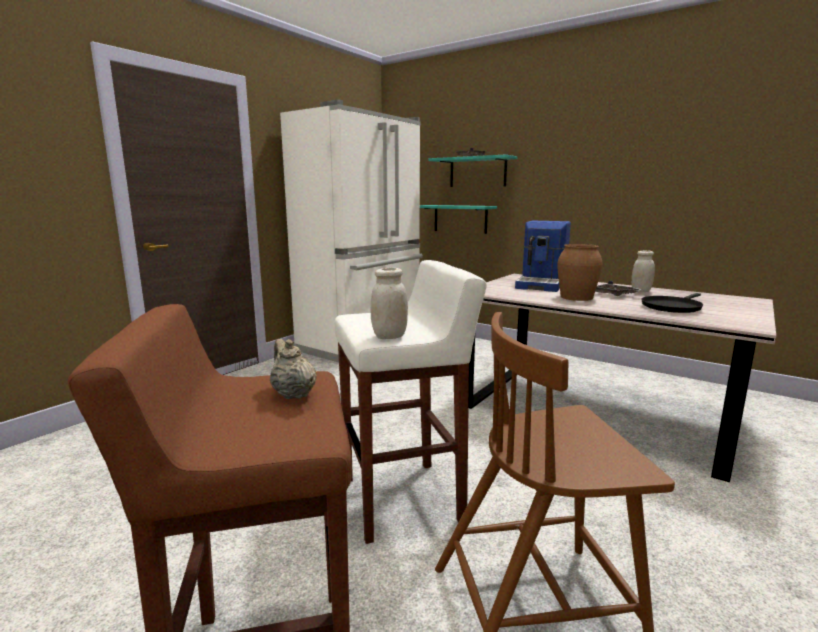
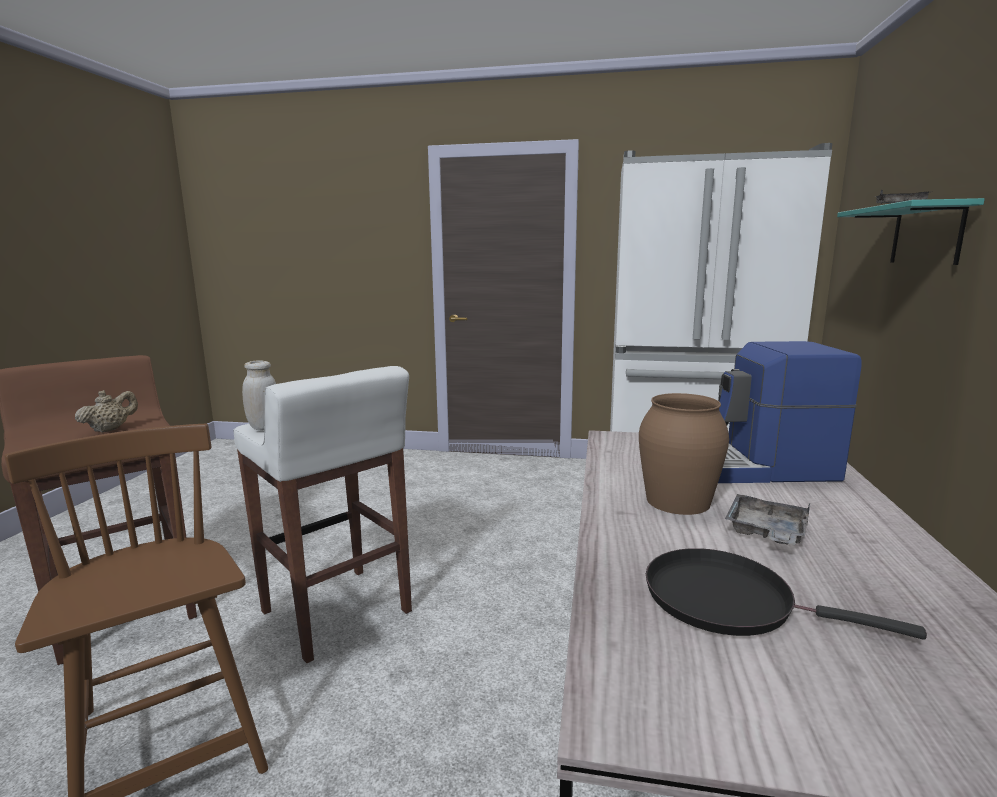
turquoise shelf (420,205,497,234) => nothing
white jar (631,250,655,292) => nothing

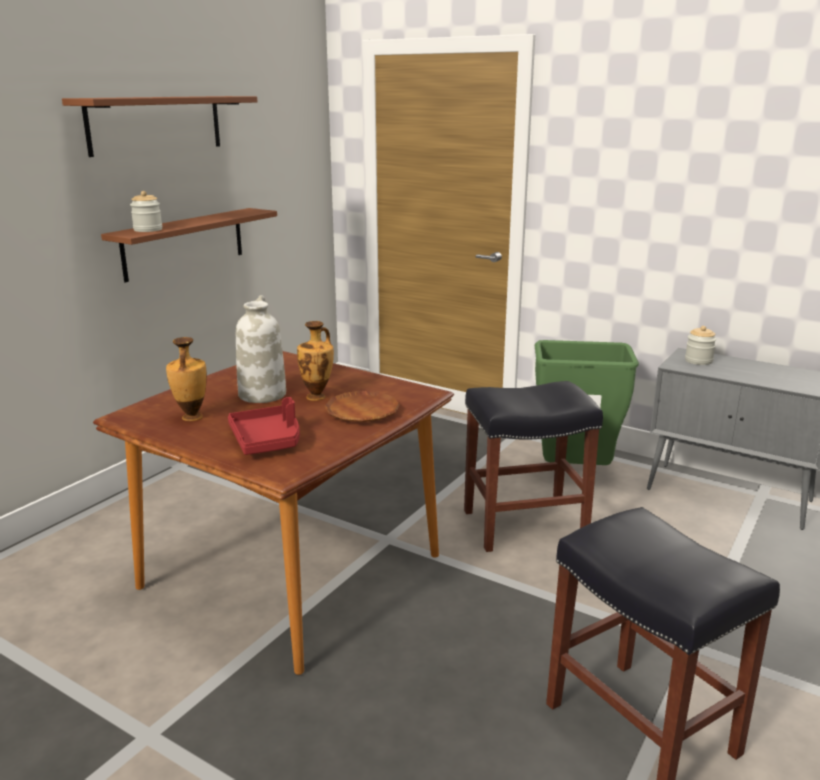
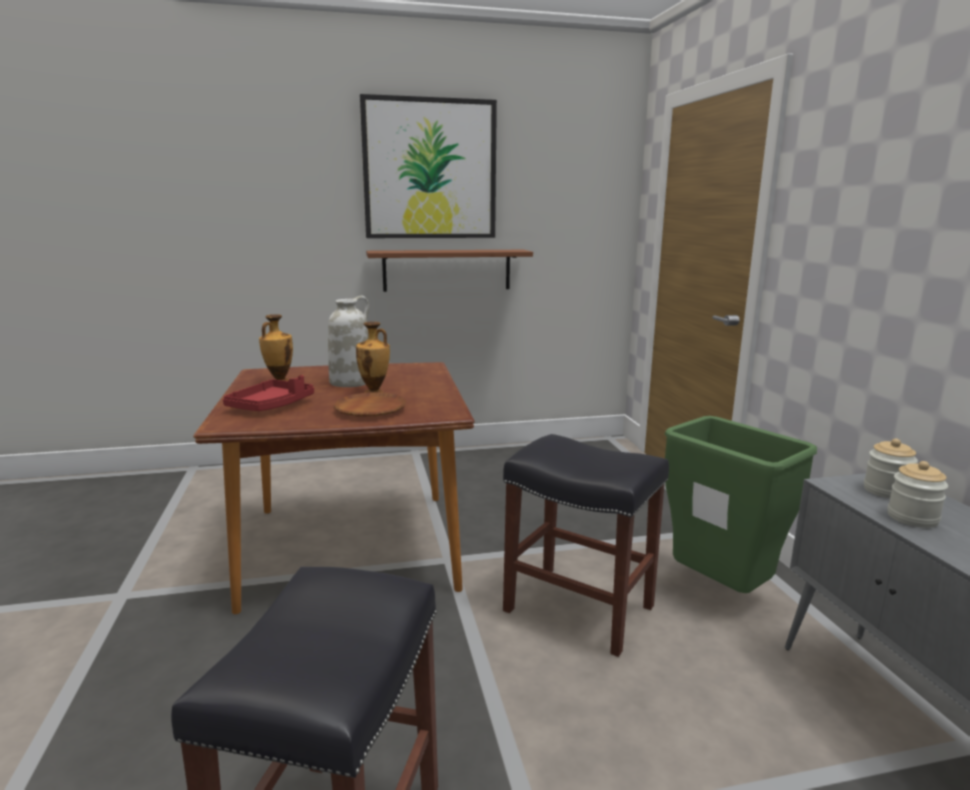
brown shelf (62,96,257,157) => picture (360,94,497,238)
jar (130,191,162,232) => jar (887,461,948,528), shifted

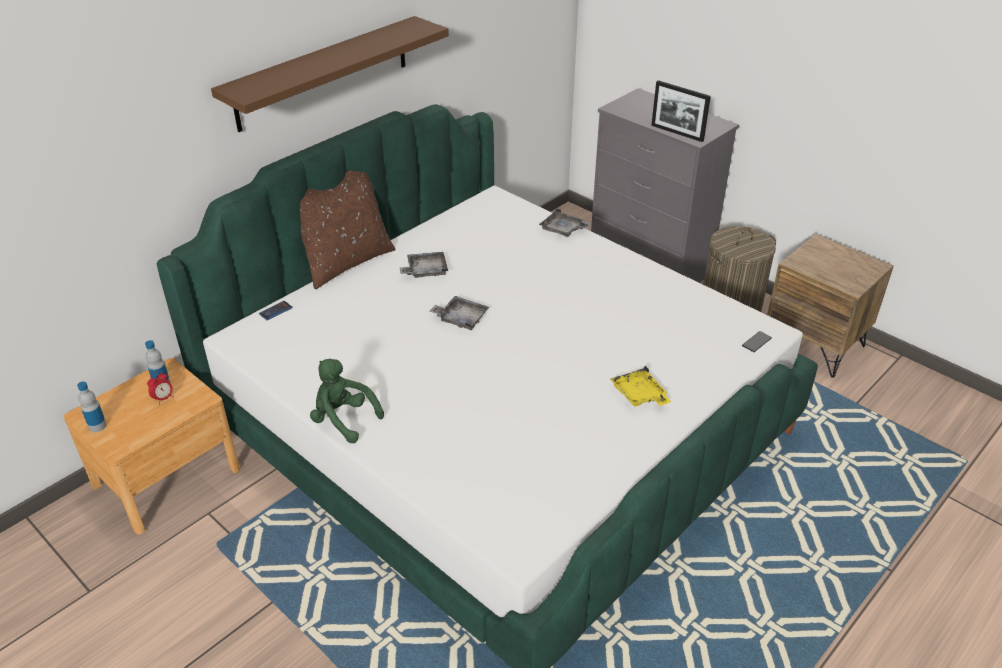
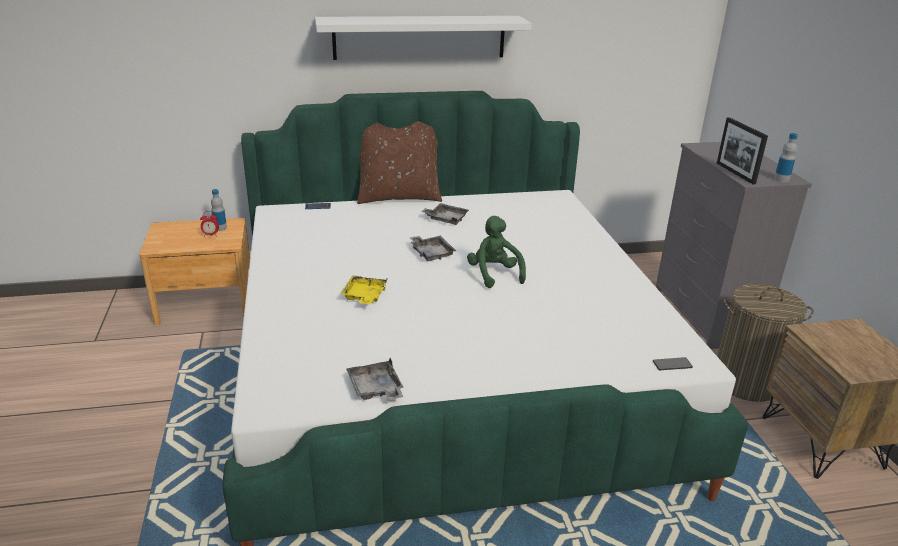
brown shelf (211,16,449,132) => white shelf (315,16,532,60)
yellow tray (610,365,671,407) => yellow tray (340,275,388,304), shifted
grey tray (539,208,592,237) => grey tray (346,358,404,400), shifted
green plush toy (310,359,384,443) => green plush toy (467,216,526,288), shifted
bottle (77,381,107,432) => bottle (774,133,798,183), shifted

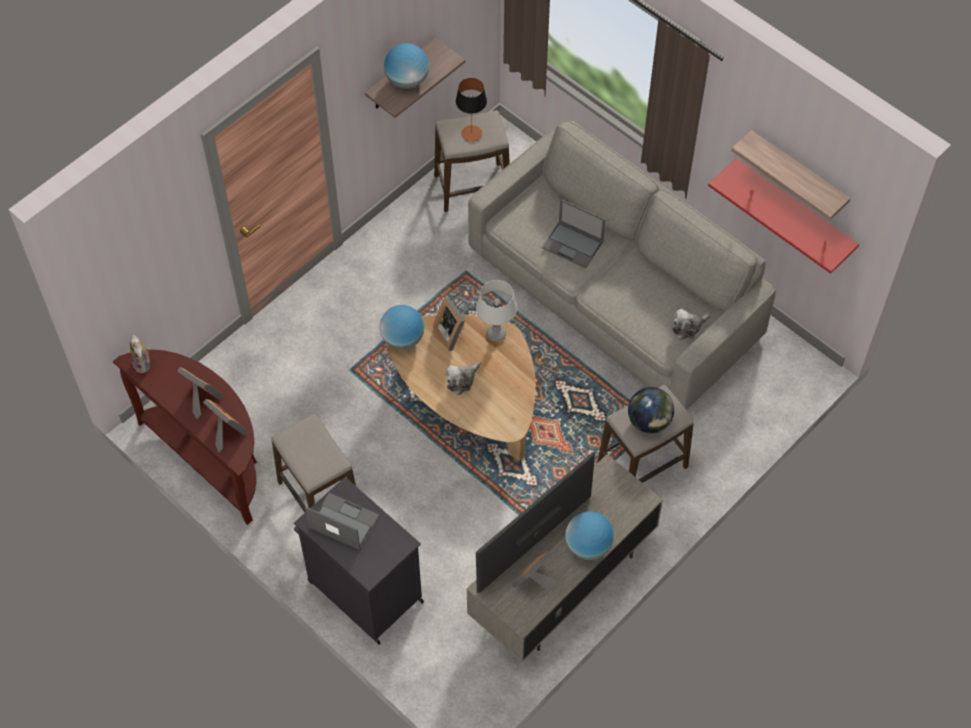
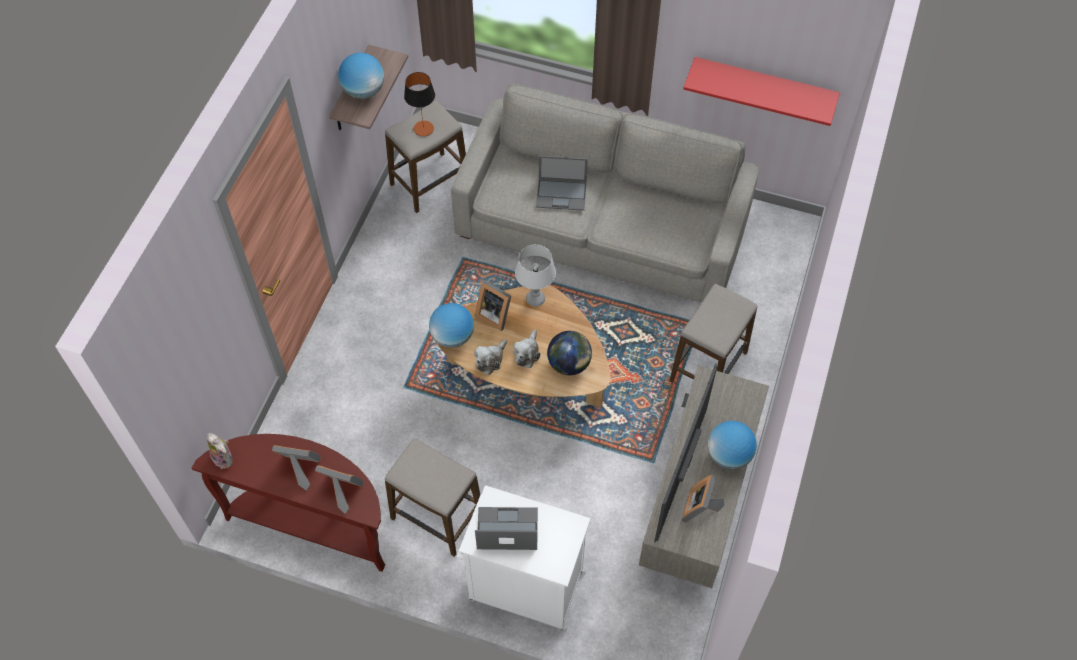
black cabinet (294,477,424,645) => white cabinet (457,485,591,631)
plush toy (672,309,711,340) => plush toy (474,339,507,375), shifted
globe (628,387,674,433) => globe (547,331,592,375), shifted
shelf (731,130,850,220) => nothing

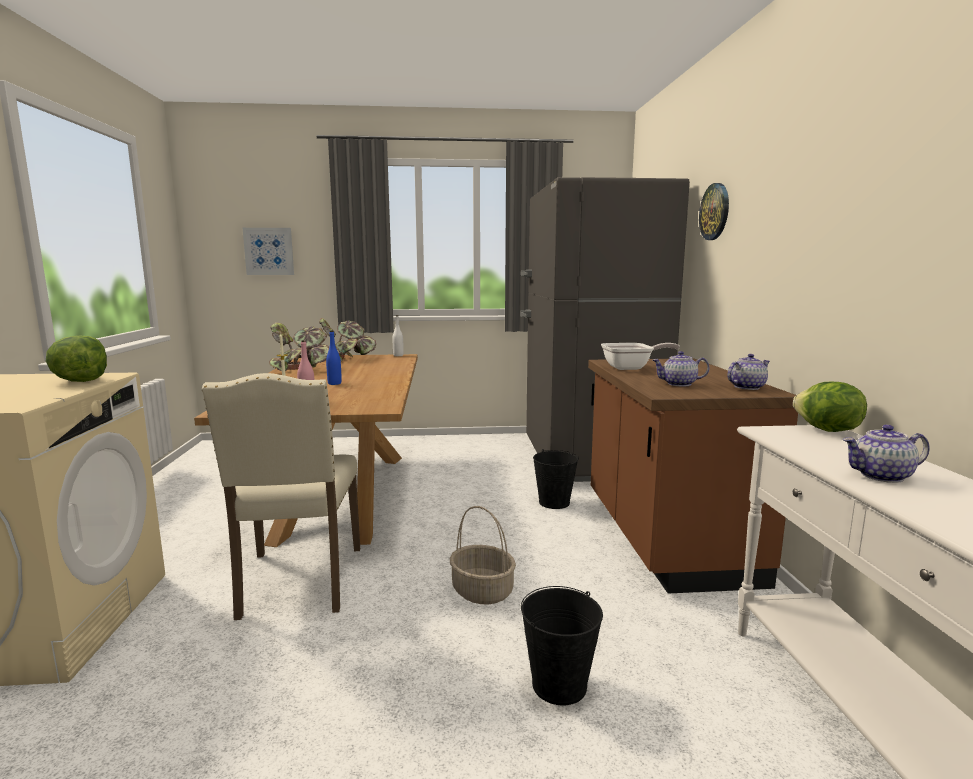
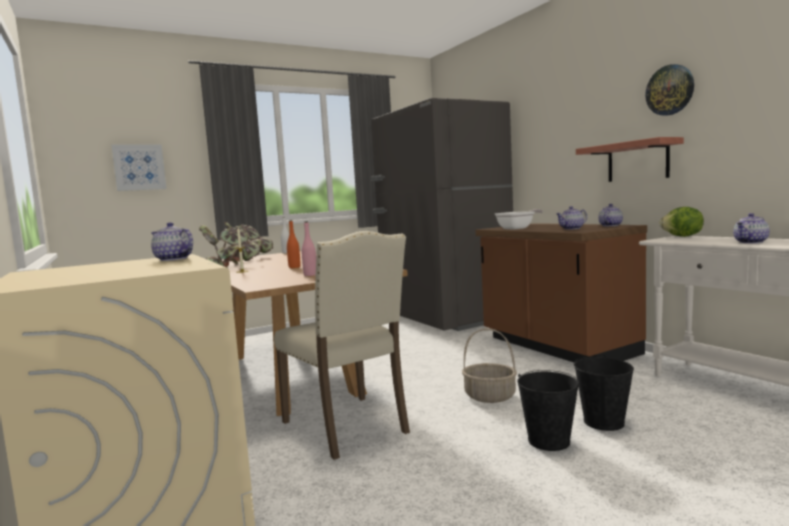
lettuce (46,335,107,382) => teapot (151,222,193,261)
blue bottle (326,331,342,385) => orange bottle (287,220,301,268)
black bucket (533,449,579,509) => black bucket (517,370,579,451), shifted
nothing => shelf (576,137,684,182)
wall clock (699,183,729,240) => wall clock (645,64,694,116), shifted

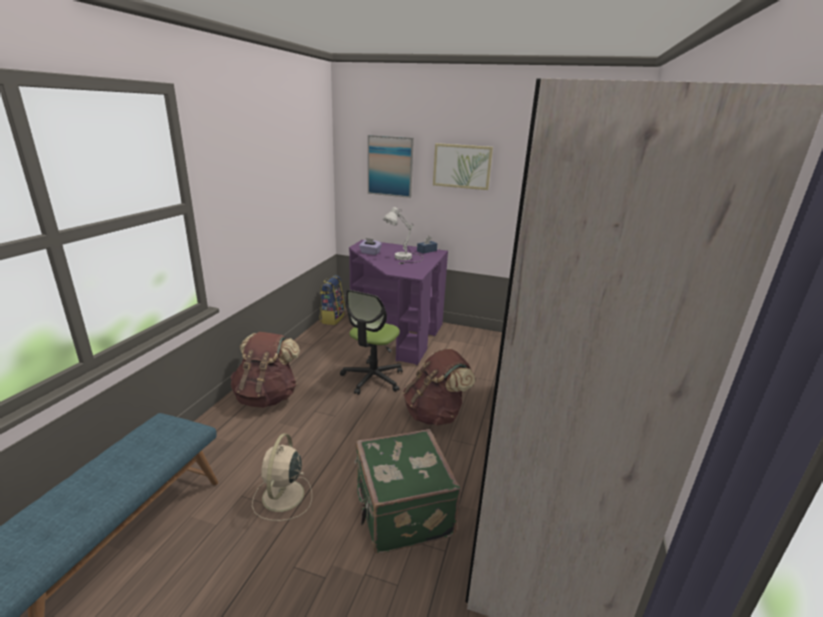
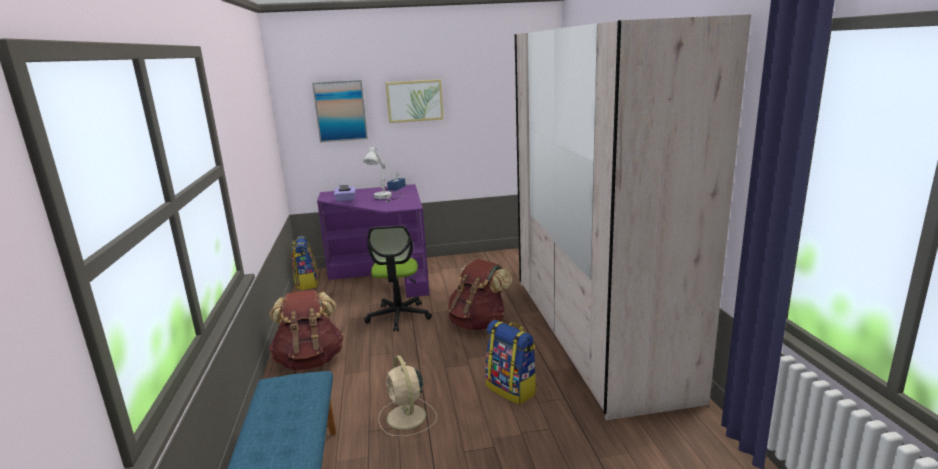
green suitcase (354,429,461,554) => backpack (485,320,537,405)

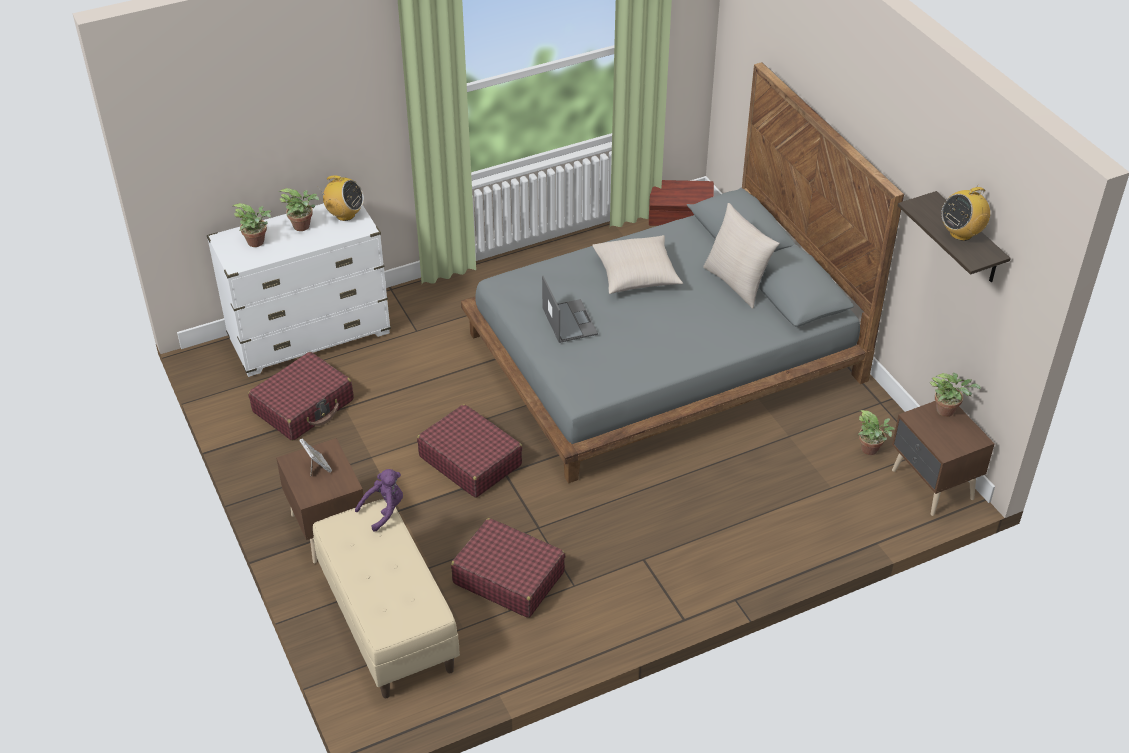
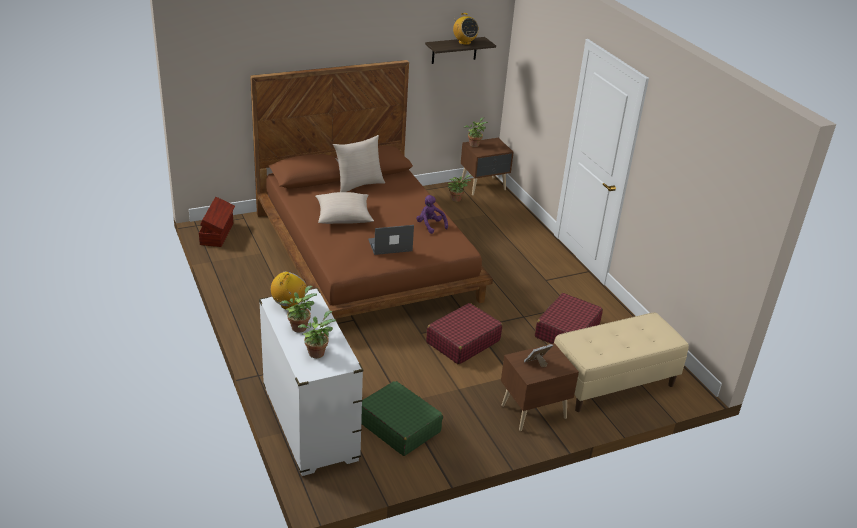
grey bed (461,62,904,483) => brown bed (250,60,493,319)
red suitcase (248,352,354,441) => green suitcase (361,381,443,456)
purple plush toy (355,469,403,531) => purple plush toy (416,195,448,234), shifted

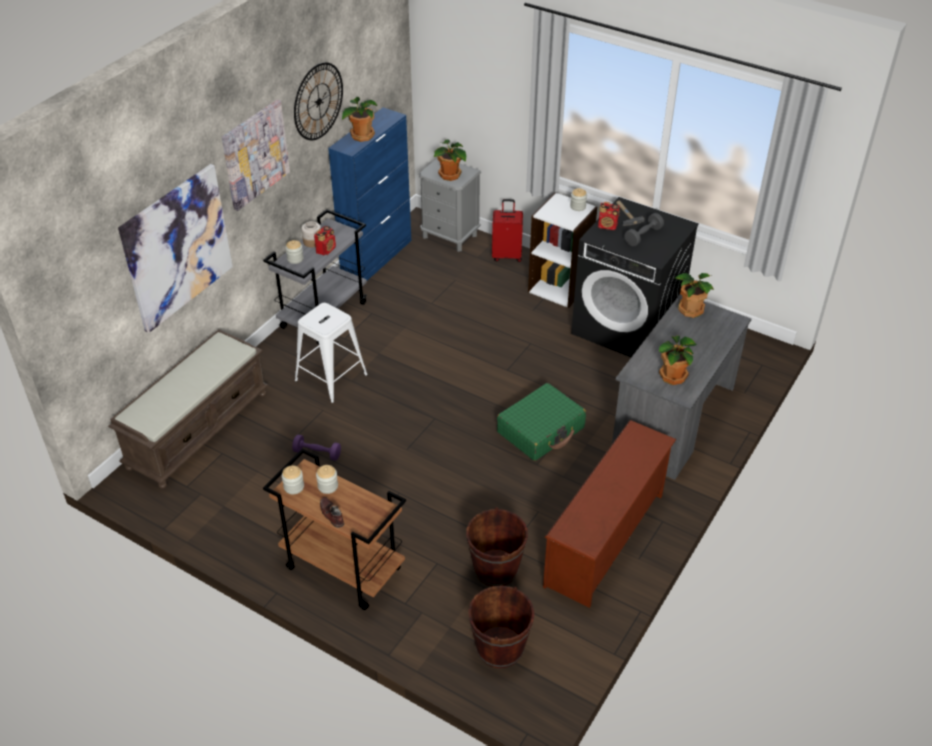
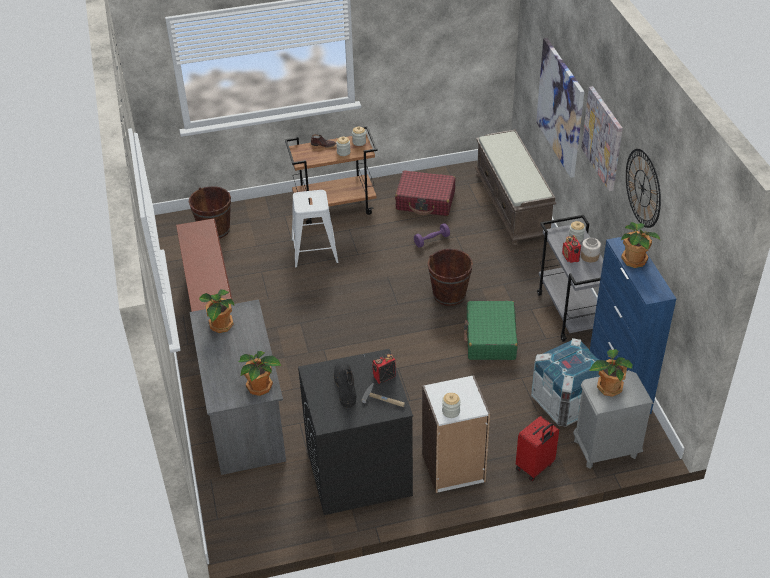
white stool (295,303,368,403) => white stool (292,190,339,268), shifted
grey dumbbell (624,213,664,246) => black boot (334,362,356,408)
nothing => red suitcase (395,170,455,216)
brown bucket (466,507,528,586) => brown bucket (428,249,473,306), shifted
green suitcase (497,383,586,461) => green suitcase (464,301,518,360), shifted
nothing => crate (531,338,600,427)

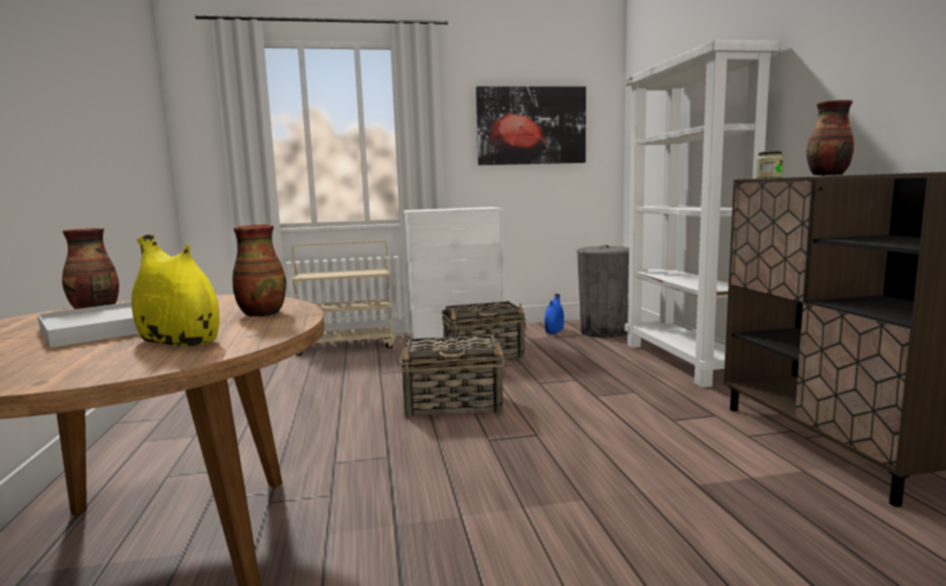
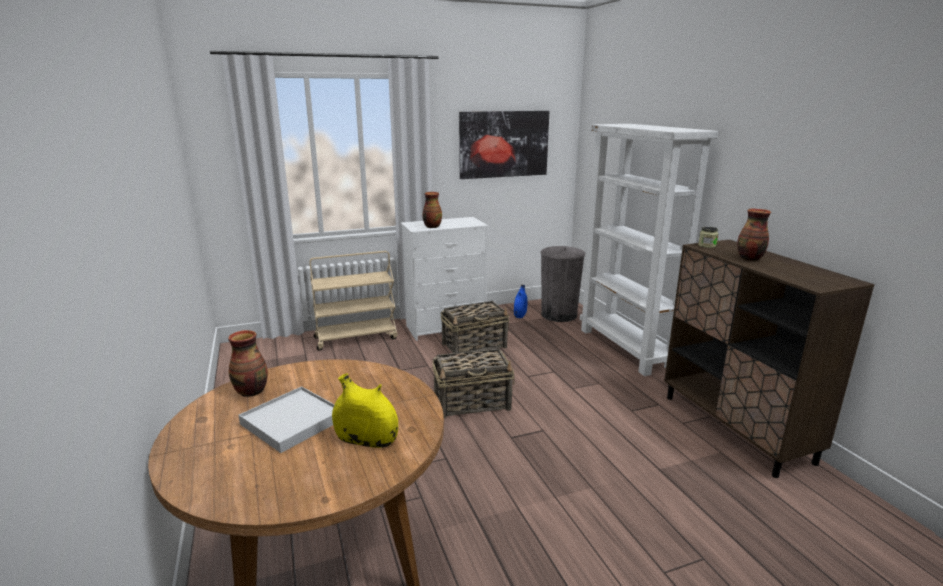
vase (233,224,286,317) => vase (423,192,442,228), shifted

